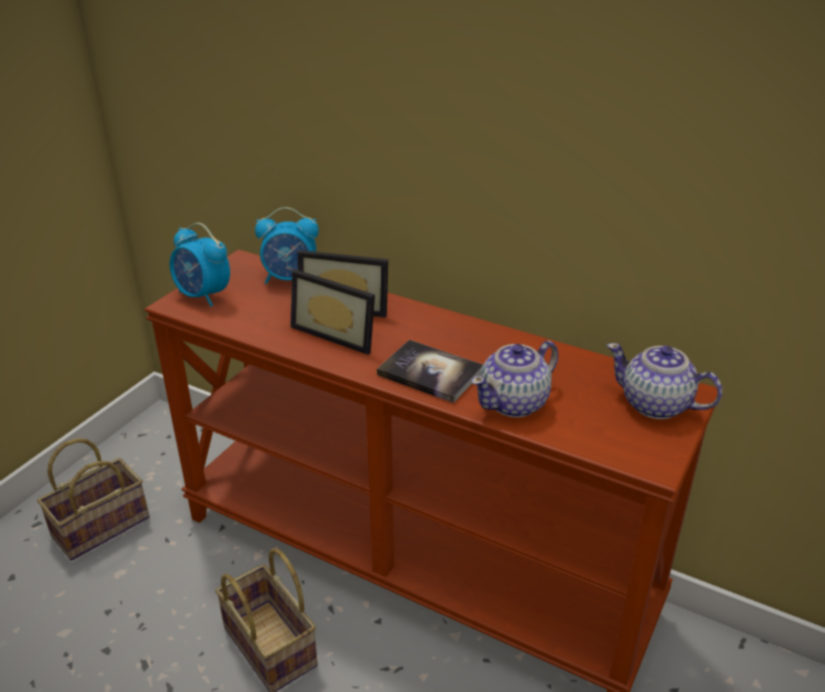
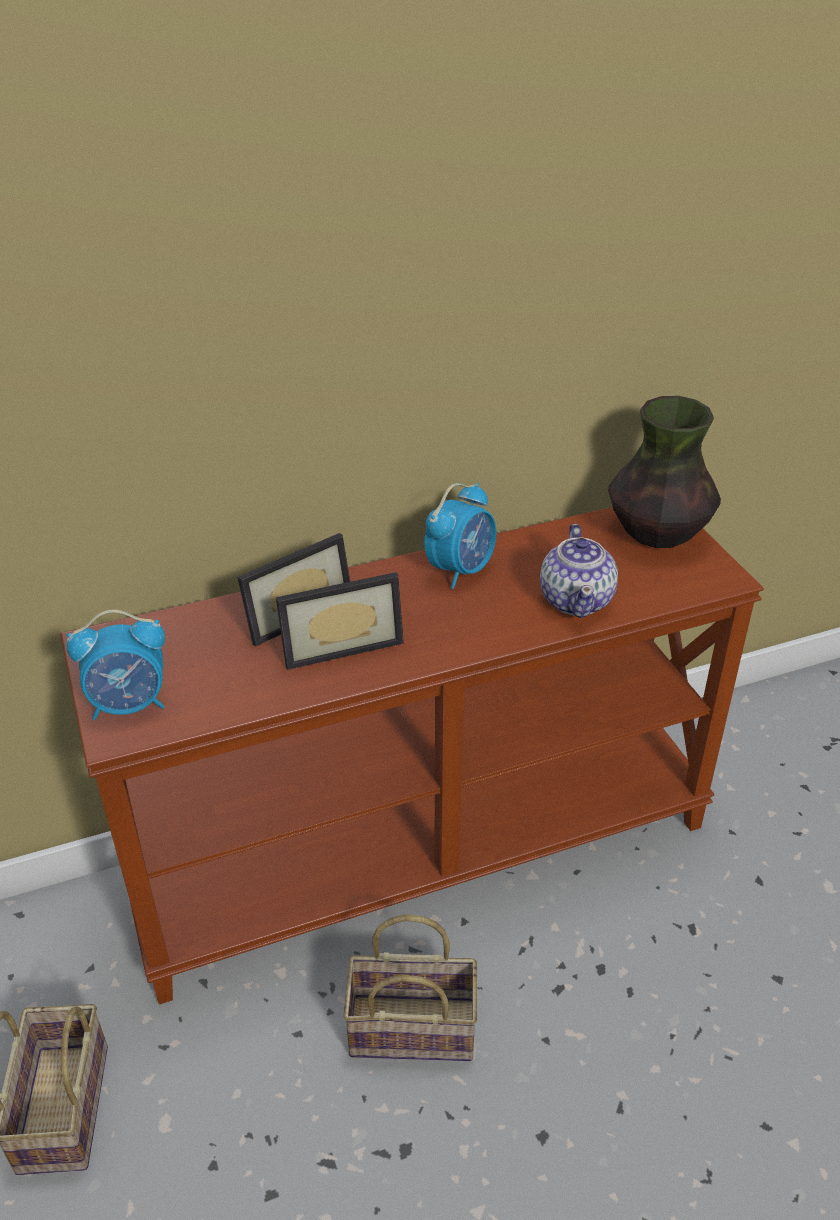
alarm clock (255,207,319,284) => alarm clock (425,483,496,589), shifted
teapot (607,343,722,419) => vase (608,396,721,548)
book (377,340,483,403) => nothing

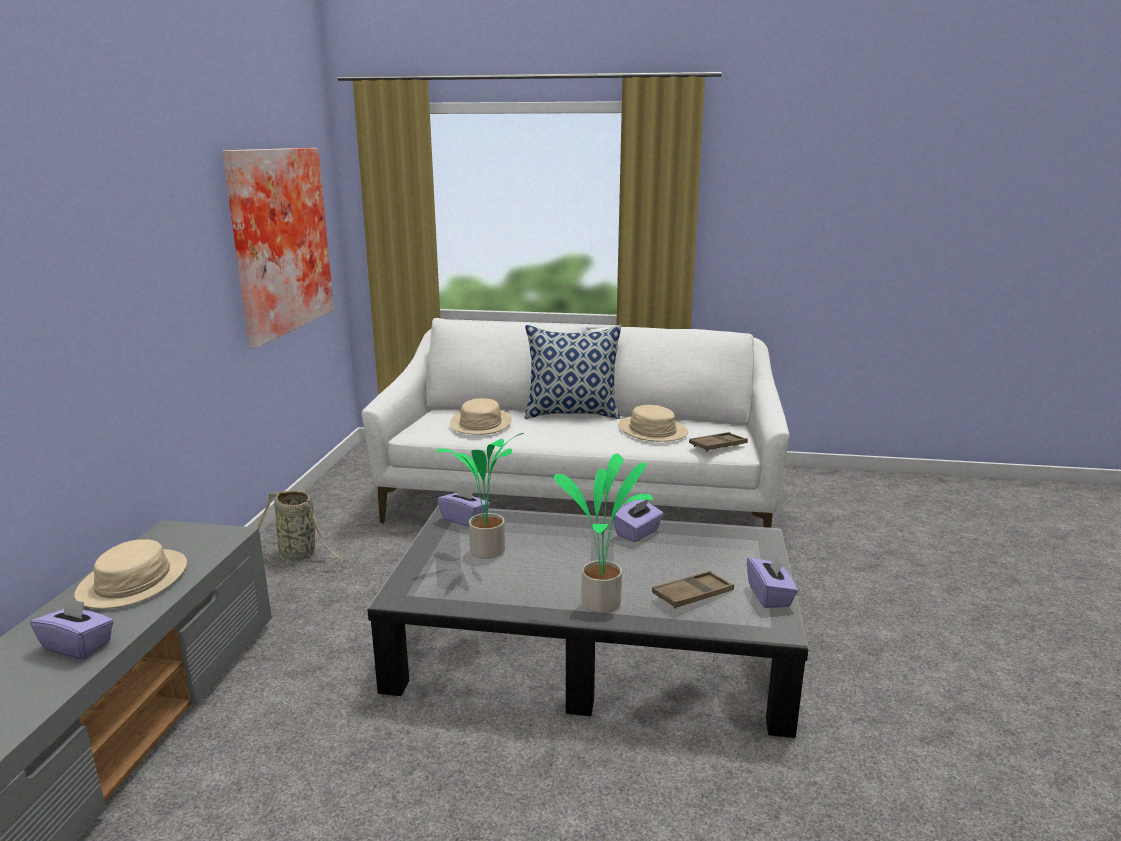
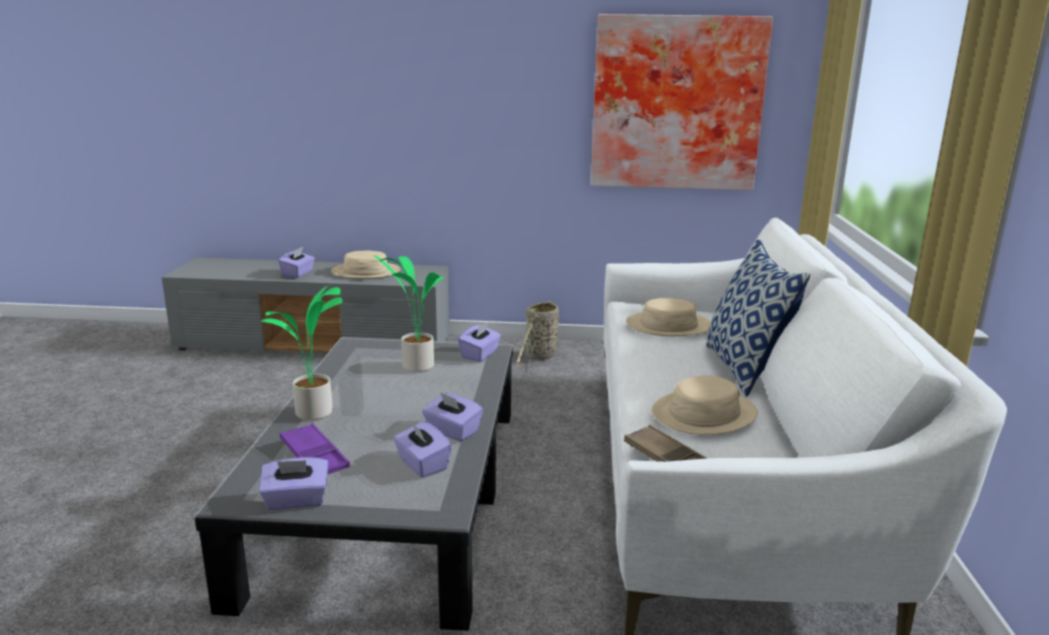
brown tray (652,571,734,609) => purple tray (280,423,350,474)
nothing => purple tissue box (393,420,452,478)

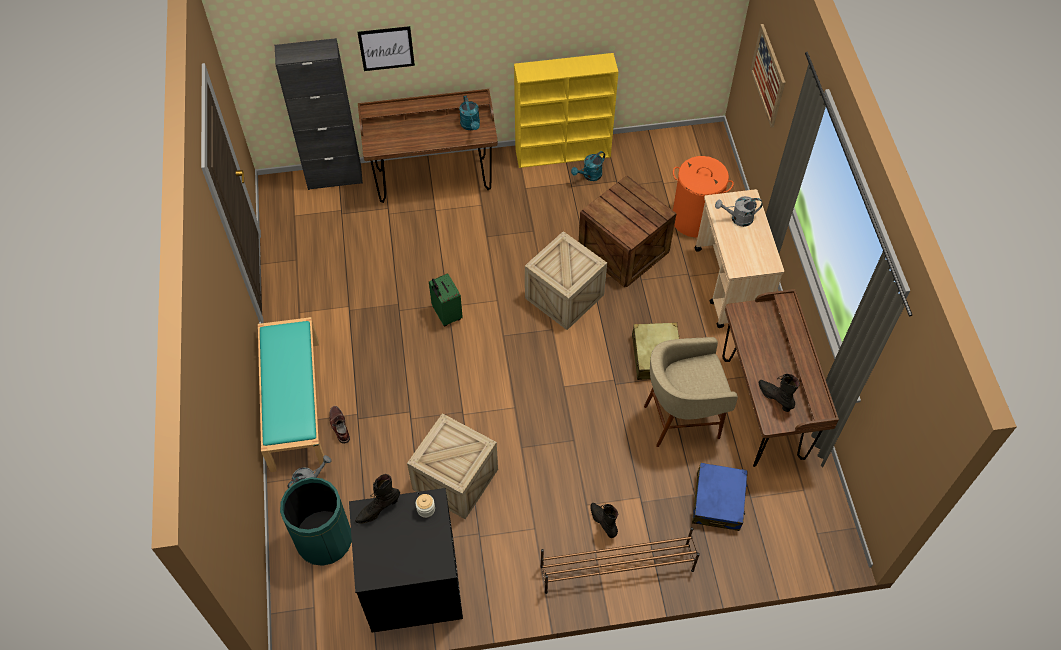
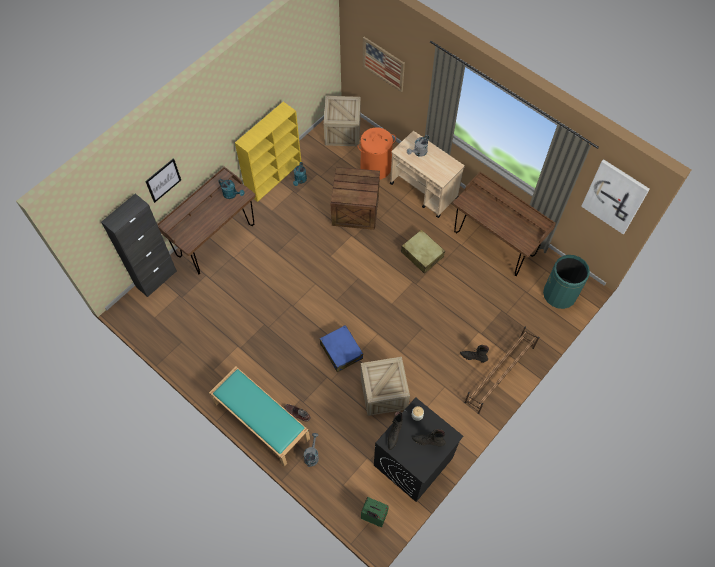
blue suitcase (692,463,748,531) => blue suitcase (320,325,363,373), shifted
crate (525,231,607,330) => crate (324,96,361,146), shifted
green suitcase (429,273,463,327) => green suitcase (361,497,389,527), shifted
black boot (759,374,800,412) => black boot (412,429,446,447), shifted
green trash can (280,477,352,566) => green trash can (543,255,590,309), shifted
nothing => picture (581,159,650,234)
beige stool (644,337,738,447) => nothing

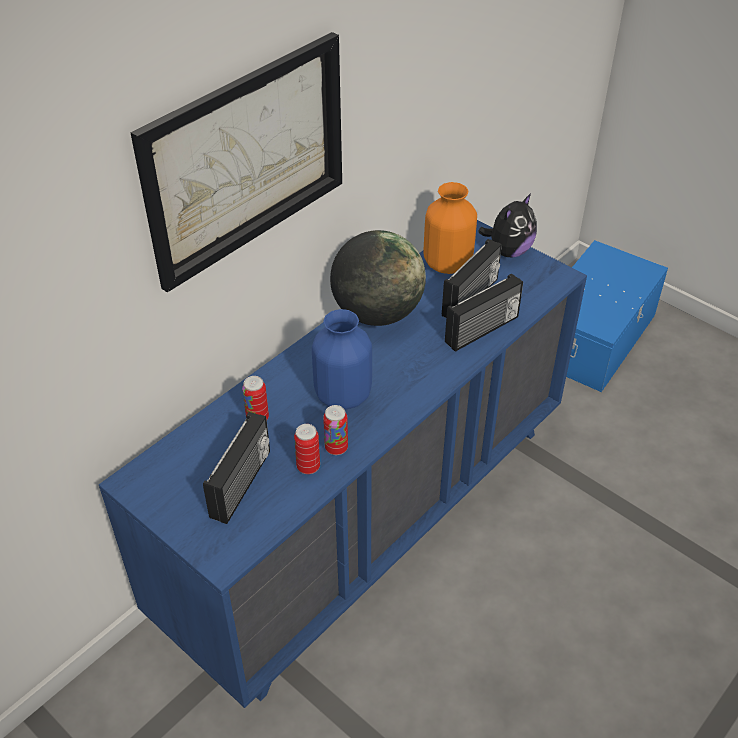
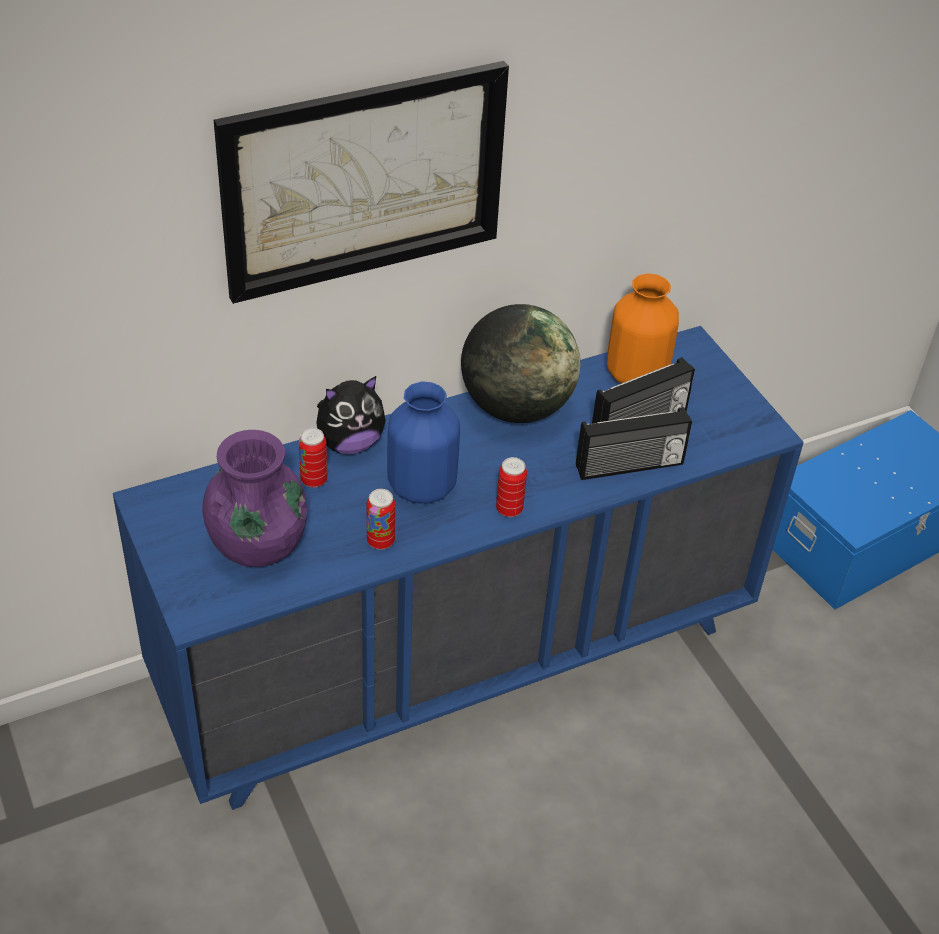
radio (203,412,270,524) => purple vase (202,430,307,567)
plush toy (478,193,537,257) => plush toy (316,376,386,454), shifted
can (294,424,320,474) => can (496,457,527,517), shifted

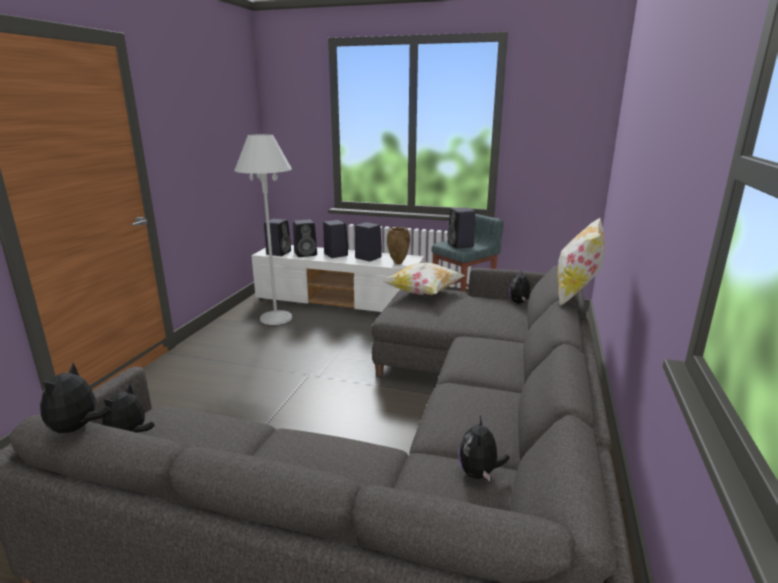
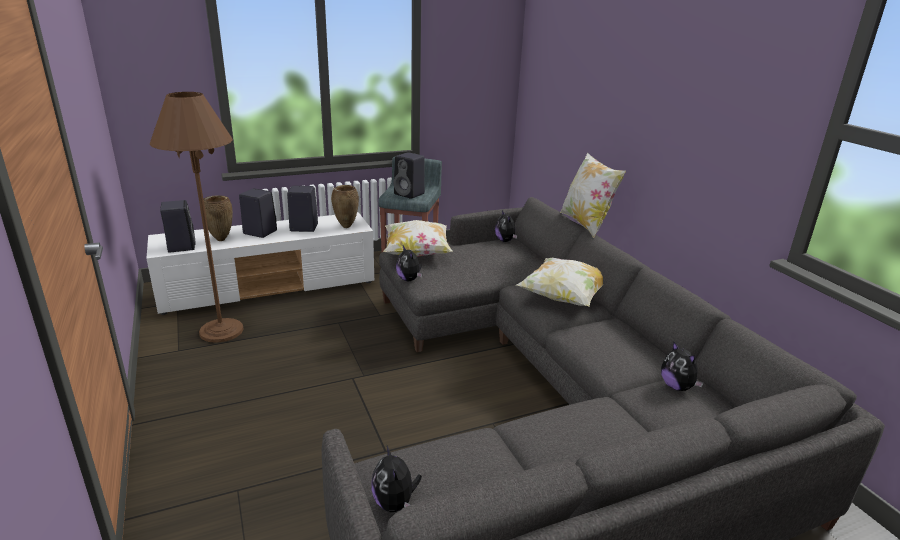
white floor lamp (234,134,292,325) => brown floor lamp (150,92,244,343)
black speaker (293,219,317,257) => brown vase (203,195,233,241)
plush toy (40,363,111,433) => plush toy (396,245,422,281), shifted
nothing => pillow (516,258,603,307)

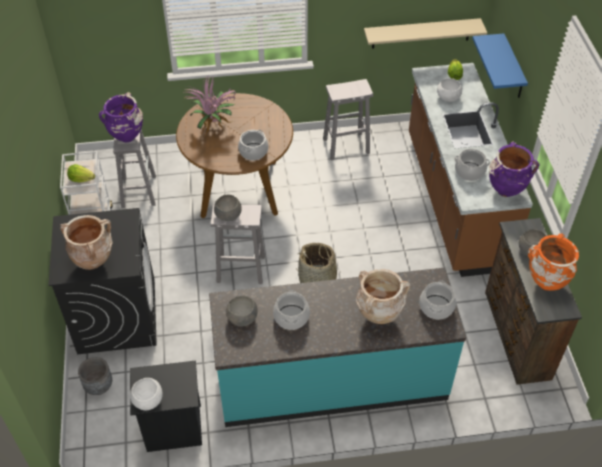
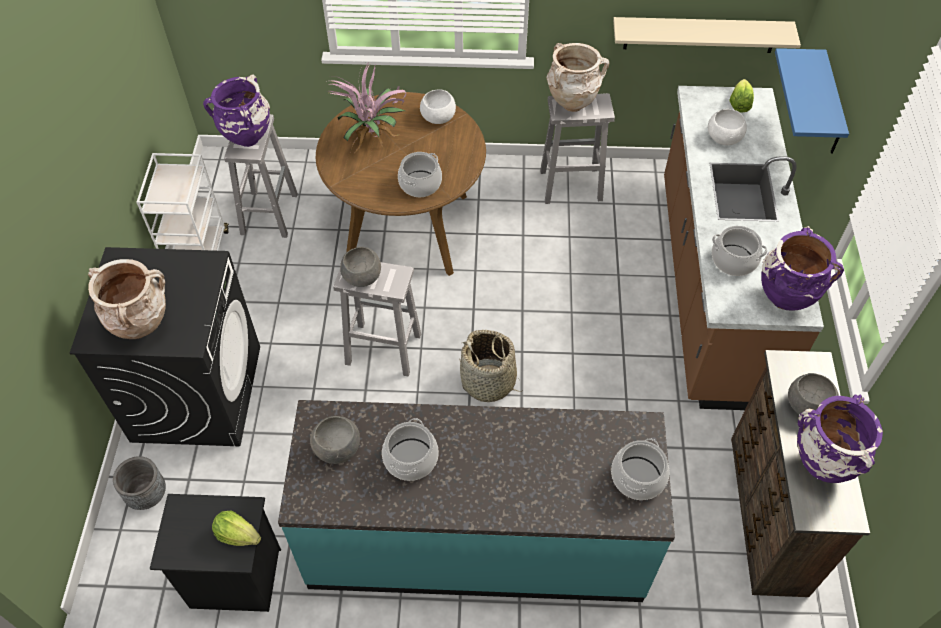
lettuce (67,164,95,182) => lettuce (212,510,261,546), shifted
white bowl (130,378,163,410) => white bowl (420,89,456,124), shifted
beige vase (356,269,411,324) => beige vase (547,43,609,112), shifted
orange vase (528,233,579,291) => purple vase (797,394,883,483)

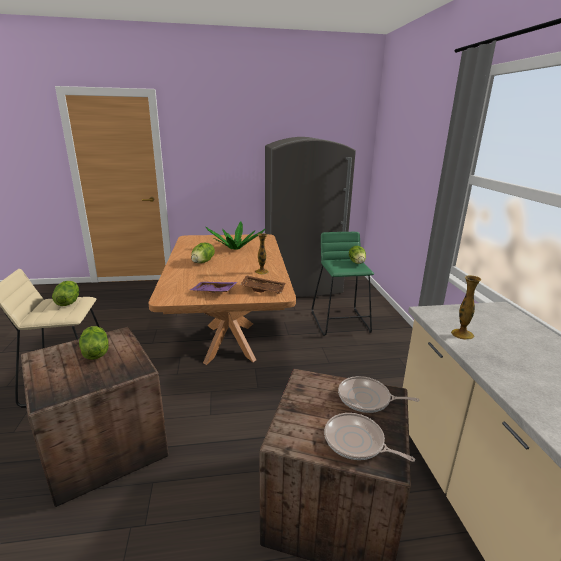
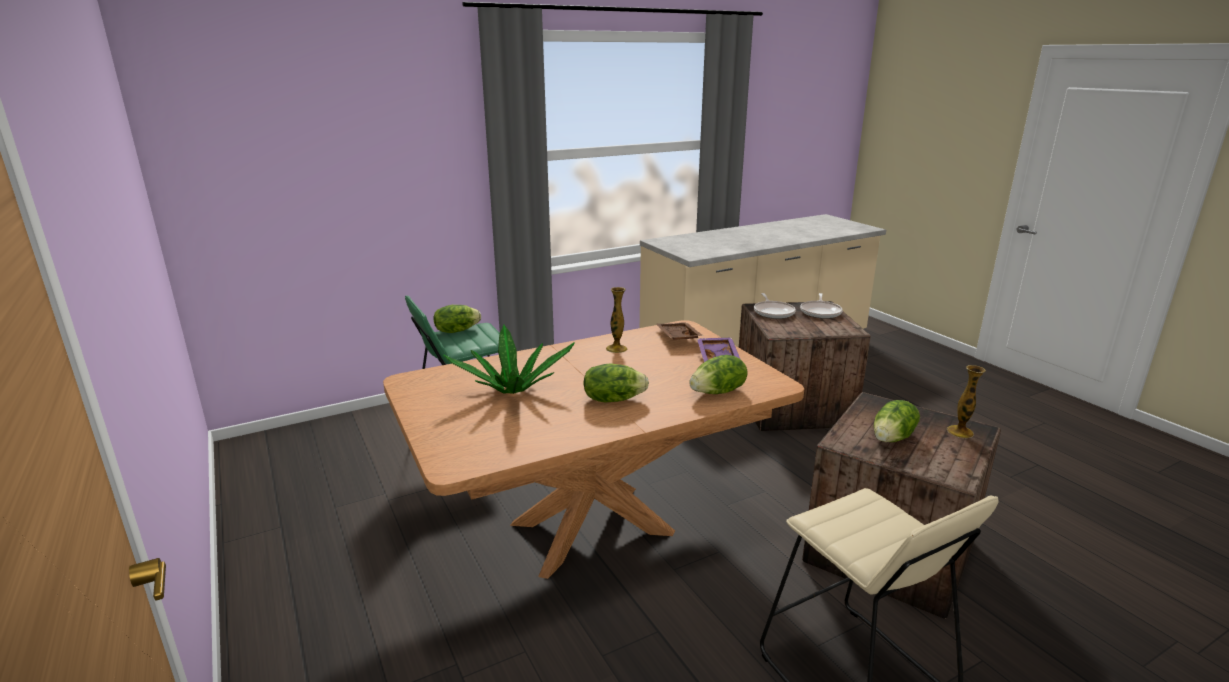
lettuce (52,281,79,306) => lettuce (689,355,748,394), shifted
vase (451,275,481,340) => vase (947,365,986,438), shifted
grey fridge (265,137,356,297) => nothing

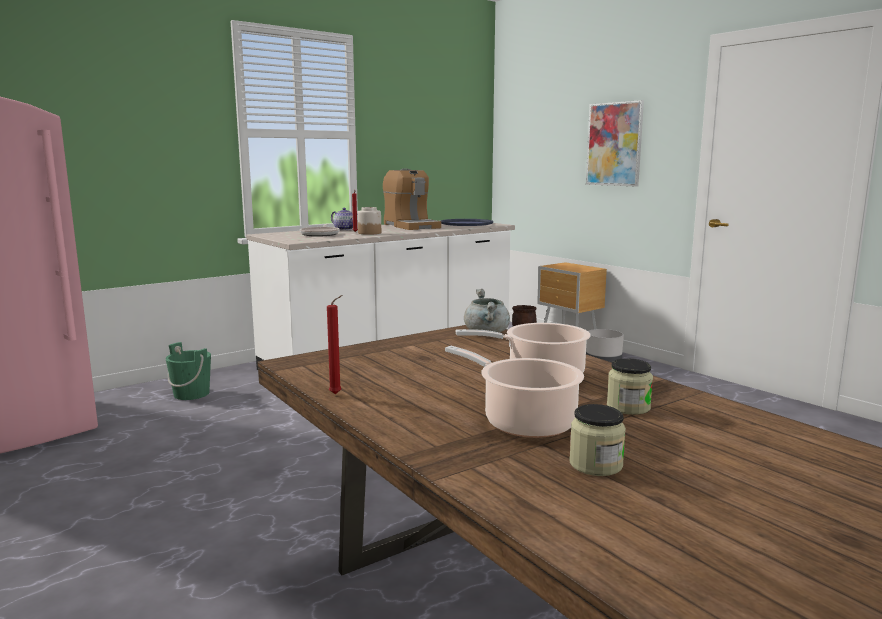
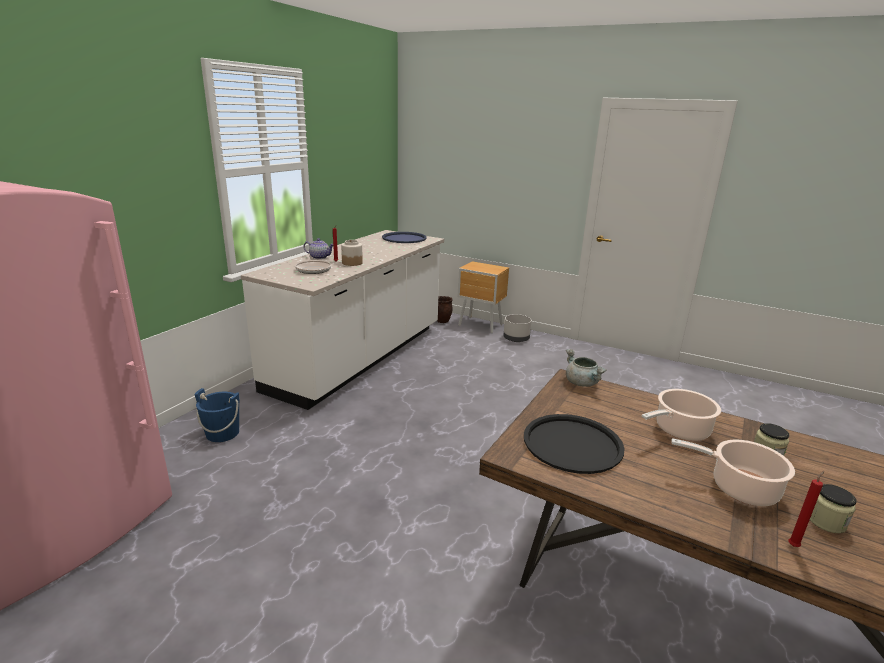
green bucket (165,342,211,400) => blue bucket (194,388,239,442)
nothing => black tray (524,414,625,474)
red candle (327,295,343,394) => red candle (788,471,824,547), shifted
coffee machine (383,169,441,230) => nothing
picture (586,100,644,187) => nothing

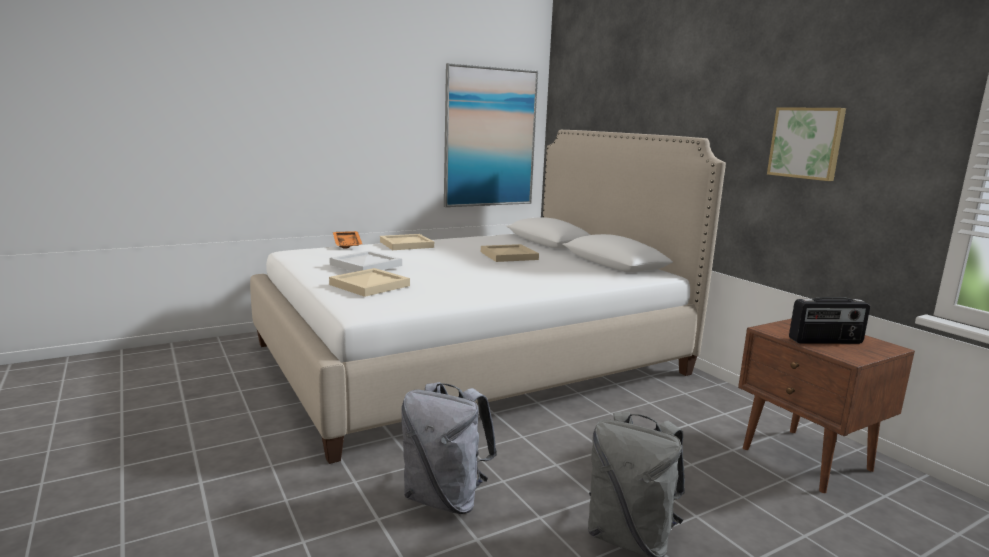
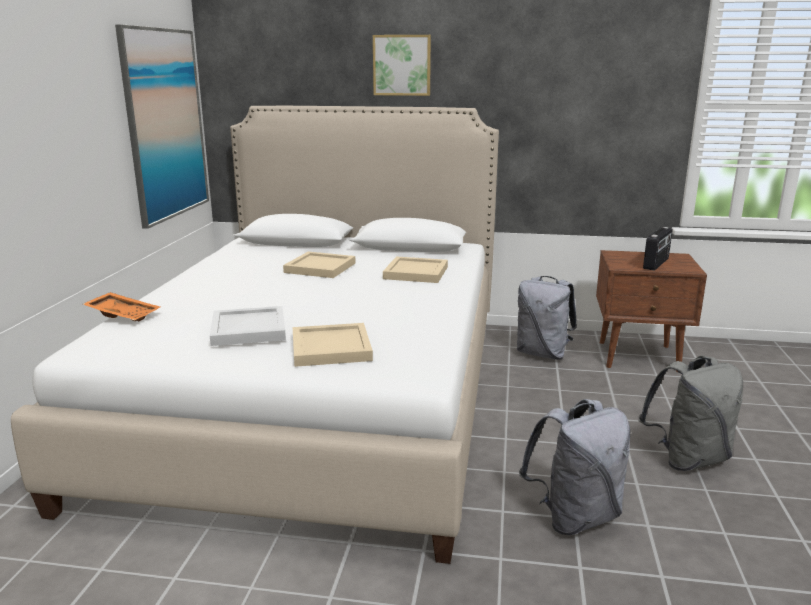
picture (767,107,846,181) => picture (373,35,431,96), shifted
beige tray (380,234,434,250) => beige tray (383,256,448,283), shifted
nothing => grey backpack (517,276,577,360)

